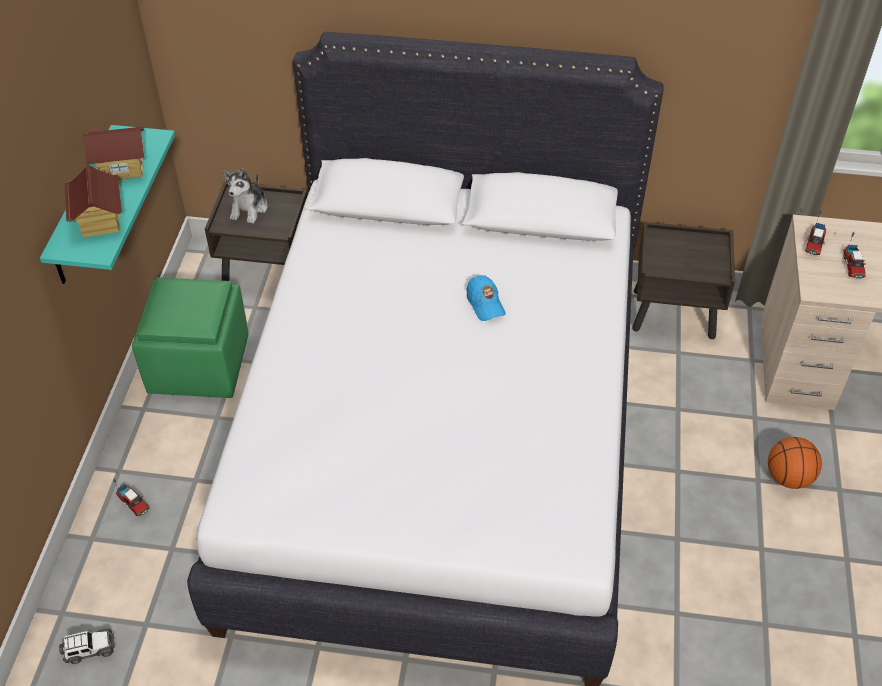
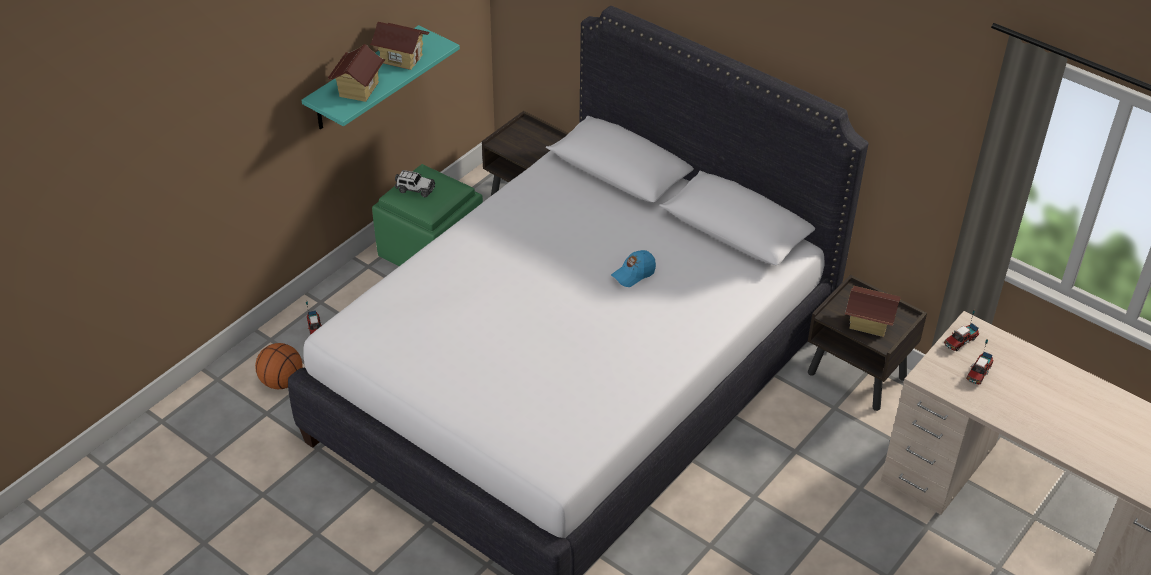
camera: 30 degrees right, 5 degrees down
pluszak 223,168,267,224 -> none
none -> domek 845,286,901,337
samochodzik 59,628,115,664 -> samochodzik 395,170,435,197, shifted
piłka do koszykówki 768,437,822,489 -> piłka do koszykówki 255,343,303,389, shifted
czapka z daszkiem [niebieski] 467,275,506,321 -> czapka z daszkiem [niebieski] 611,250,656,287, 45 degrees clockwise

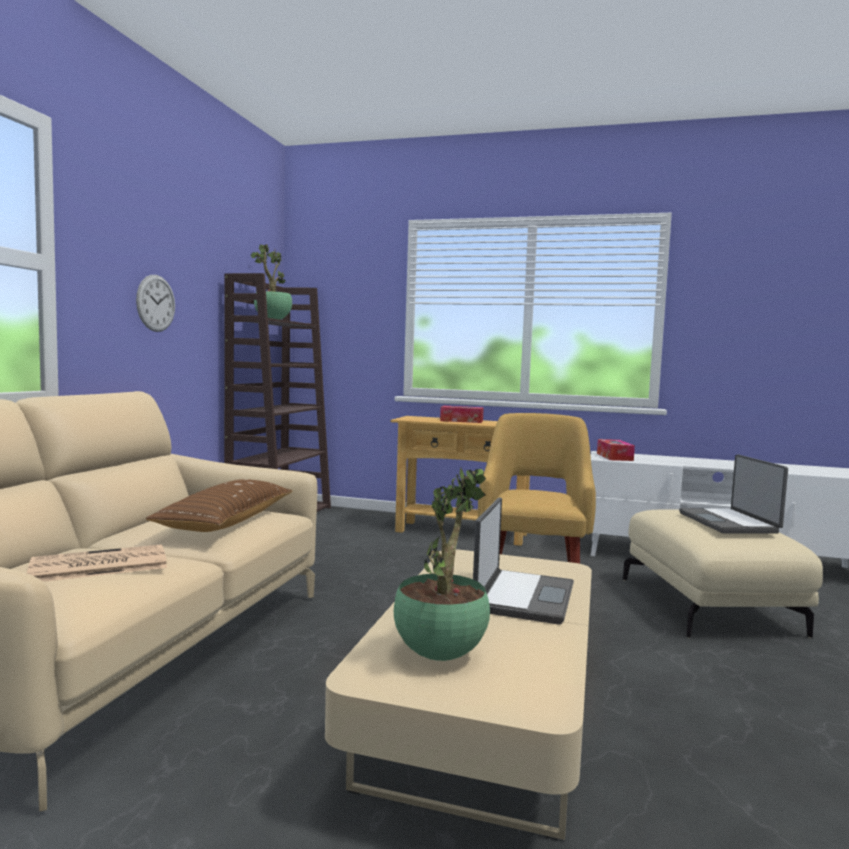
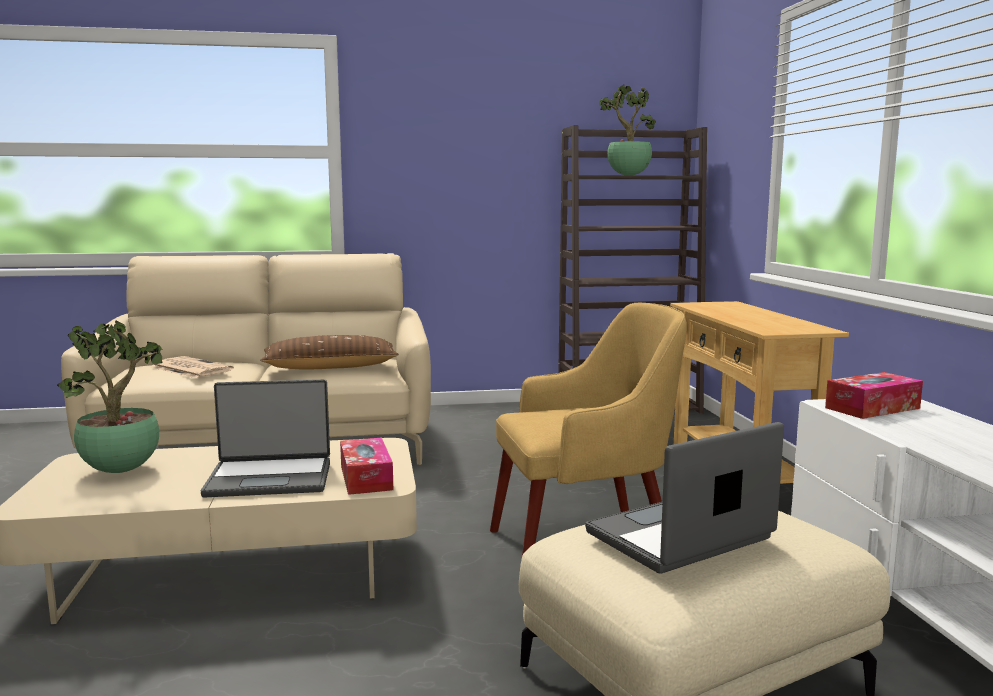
camera: 65 degrees right, 5 degrees up
zegar ścienny 136,275,175,332 -> none
pudełko chusteczek 440,406,484,423 -> pudełko chusteczek 340,438,393,495, shifted

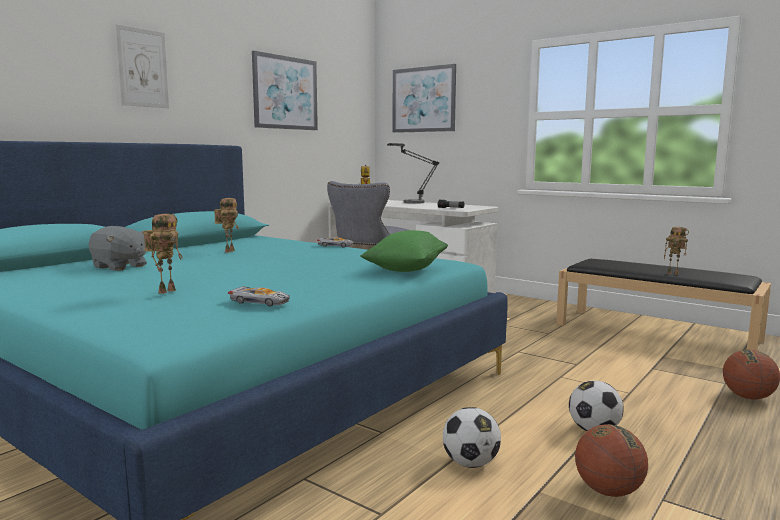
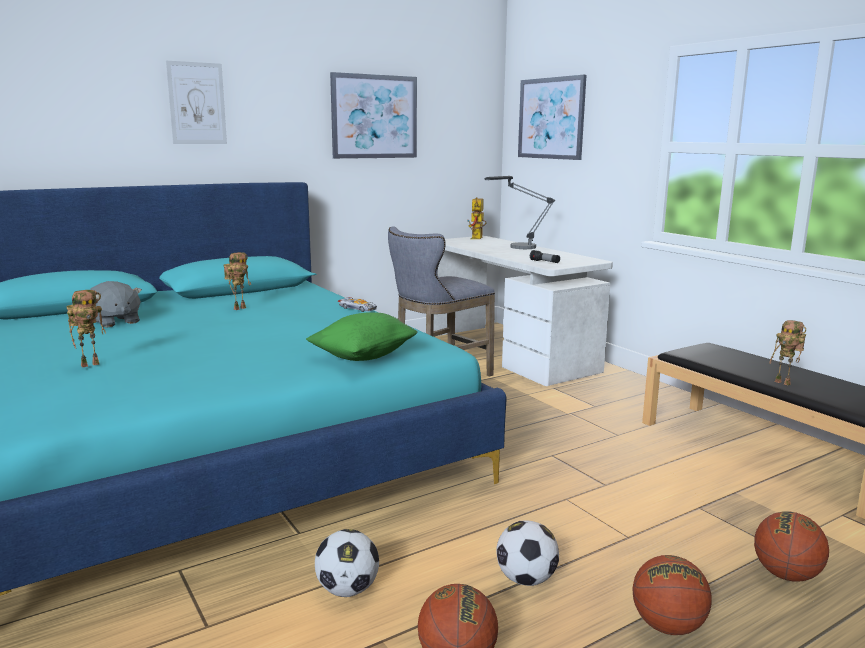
camera: 20 degrees right, 5 degrees up
samochodzik 228,286,290,306 -> none
none -> piłka do koszykówki 633,555,712,635

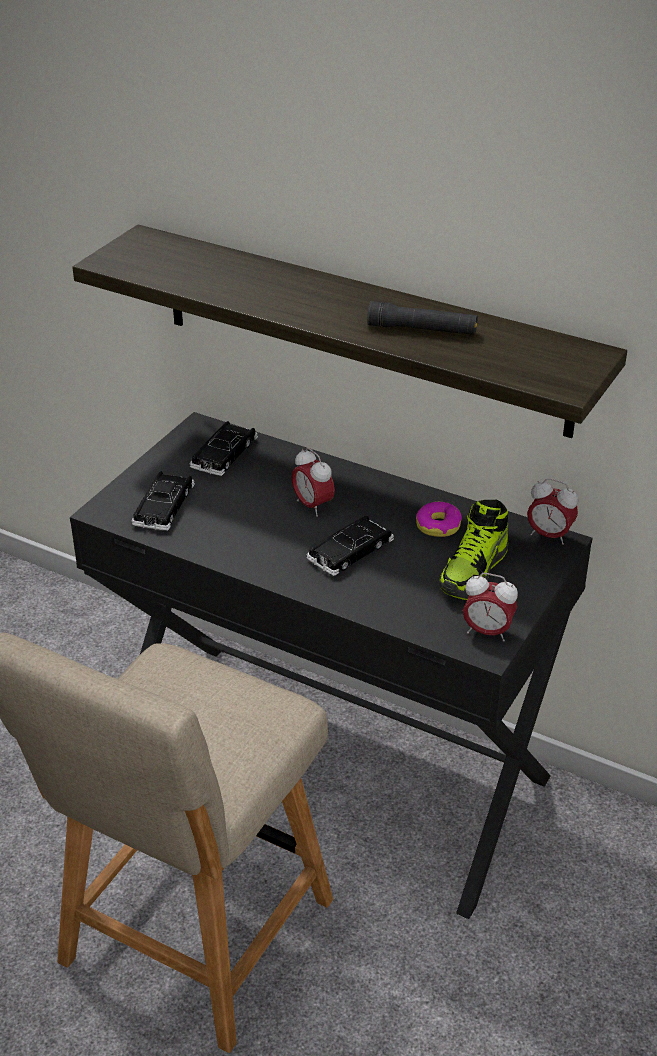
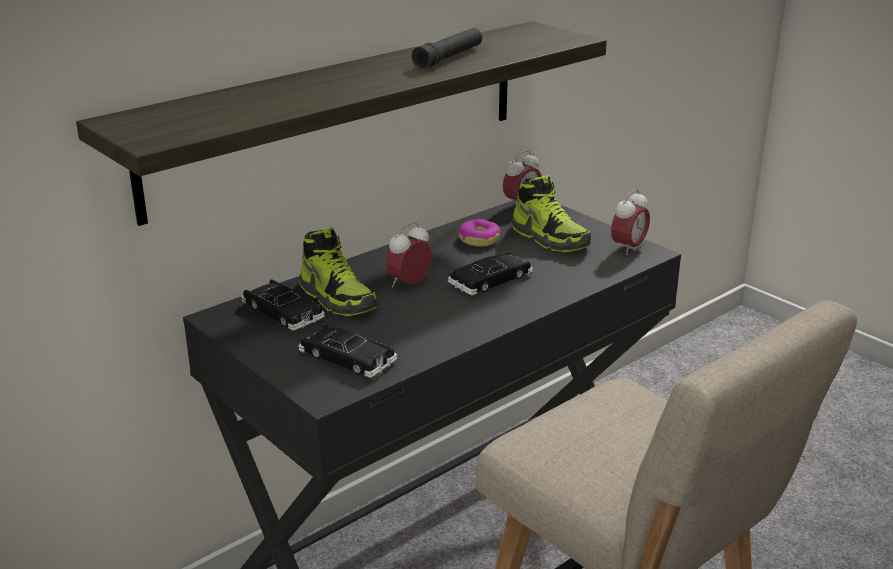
camera: 70 degrees left, 10 degrees down
none -> but 299,228,378,316
budzik 292,448,335,517 -> budzik 386,222,432,288, 150 degrees clockwise
samochodzik [czarny] 306,515,394,576 -> samochodzik [czarny] 448,251,533,296, 105 degrees counterclockwise

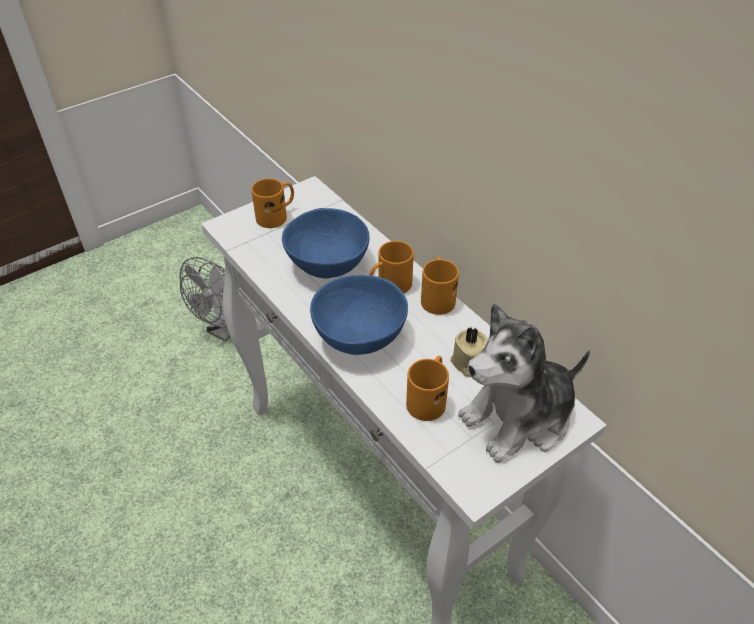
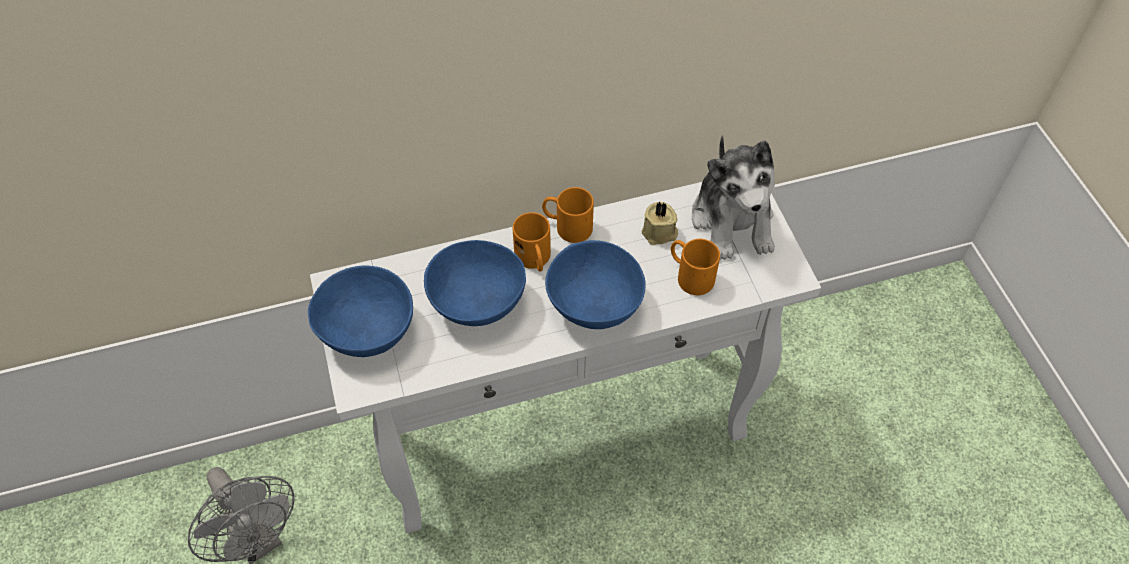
camera: 70 degrees left, 10 degrees up
kubek [pomarańczowy] 251,178,294,228 -> miska [niebieski] 308,265,413,357

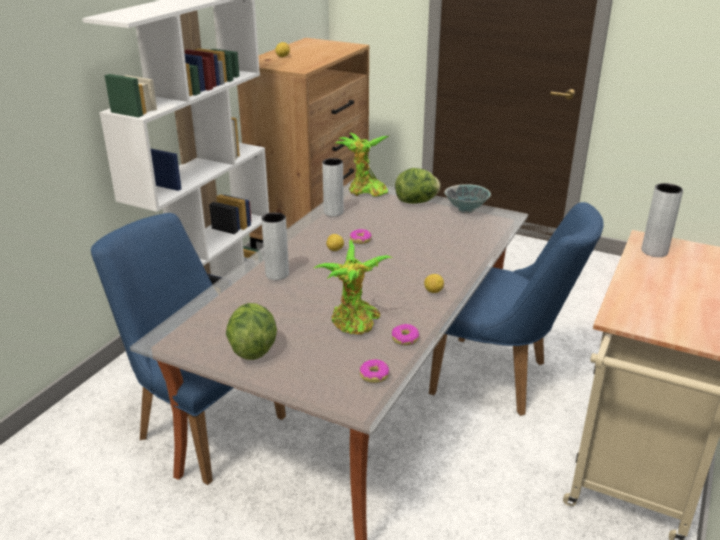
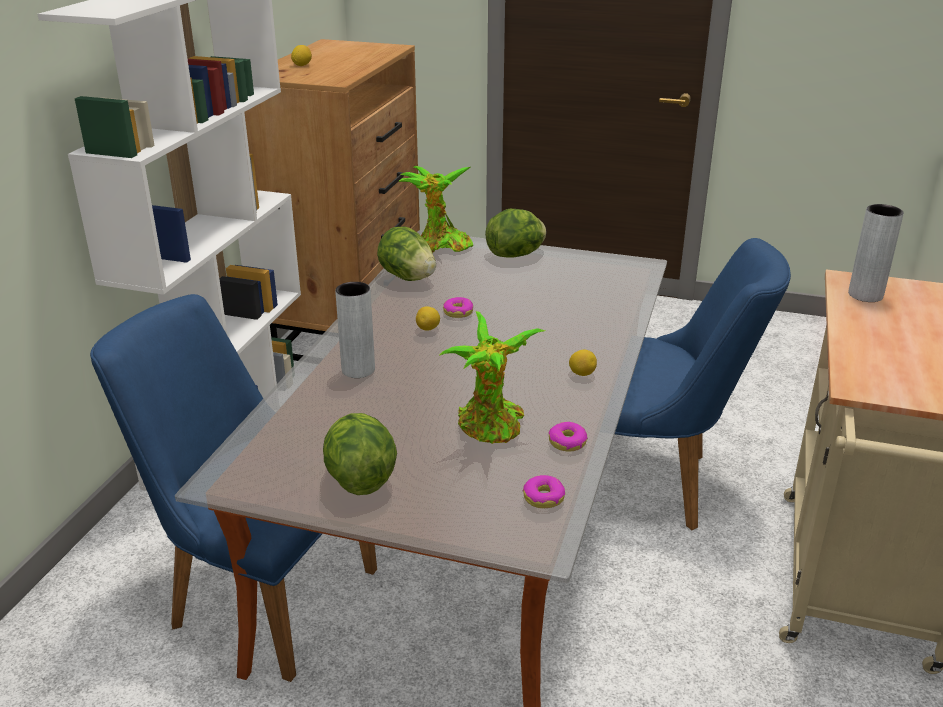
camera: 10 degrees left, 0 degrees up
miska 444,184,491,213 -> none
wazon [szary] 322,158,344,217 -> sałata 377,226,436,281

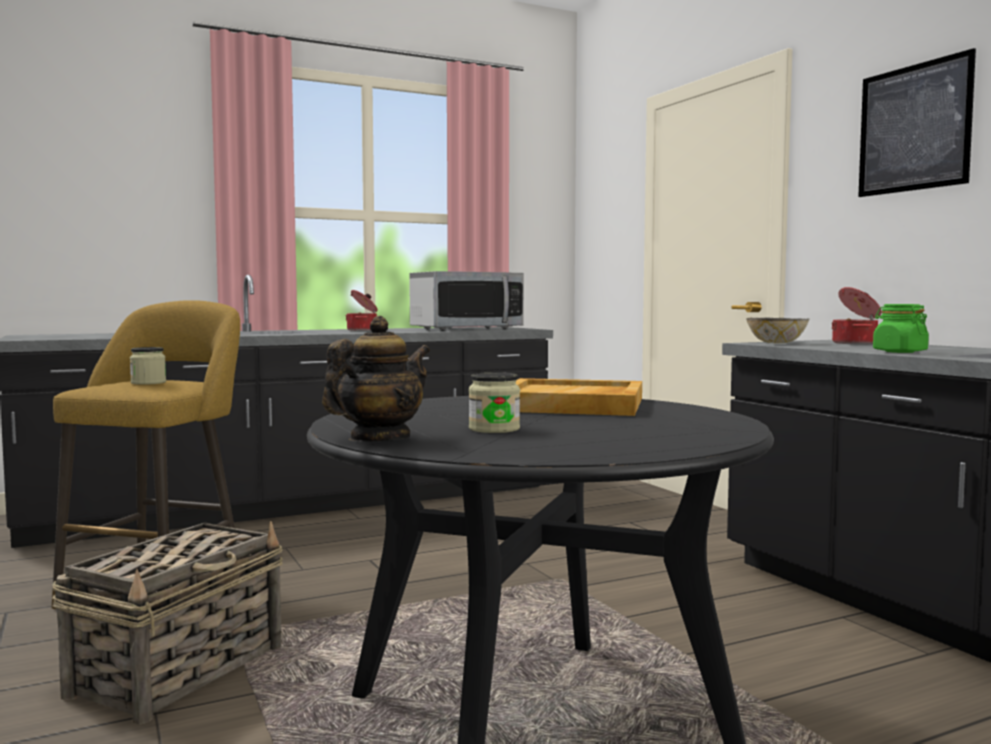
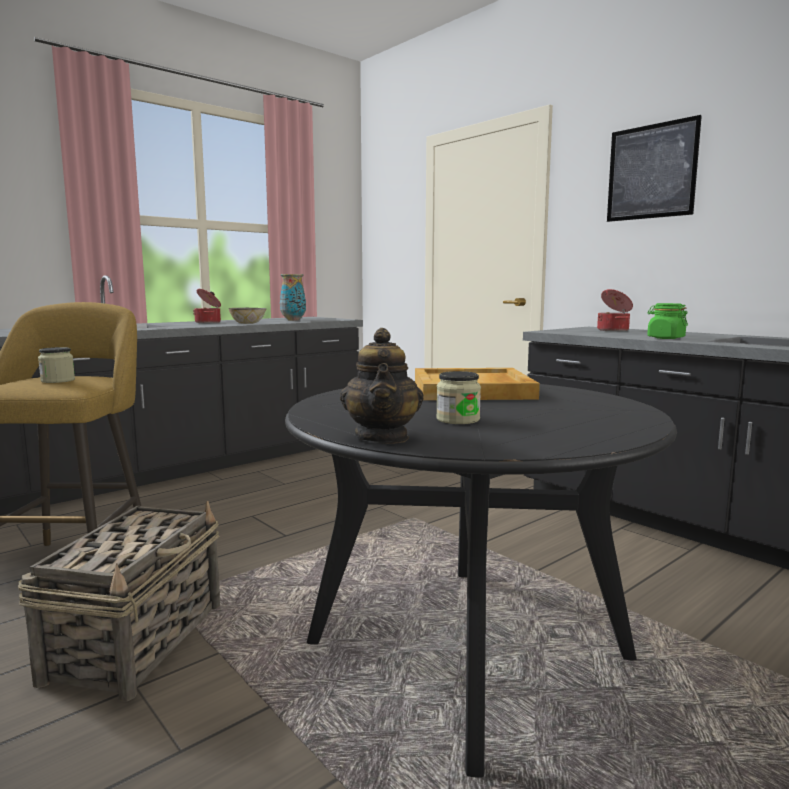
camera: 15 degrees left, 5 degrees up
miska 746,318,809,343 -> miska 229,308,267,324, shifted
mikrofalówka 409,271,524,331 -> wazon 280,274,306,321
imbryk 322,316,430,441 -> imbryk 340,328,424,444, 150 degrees clockwise

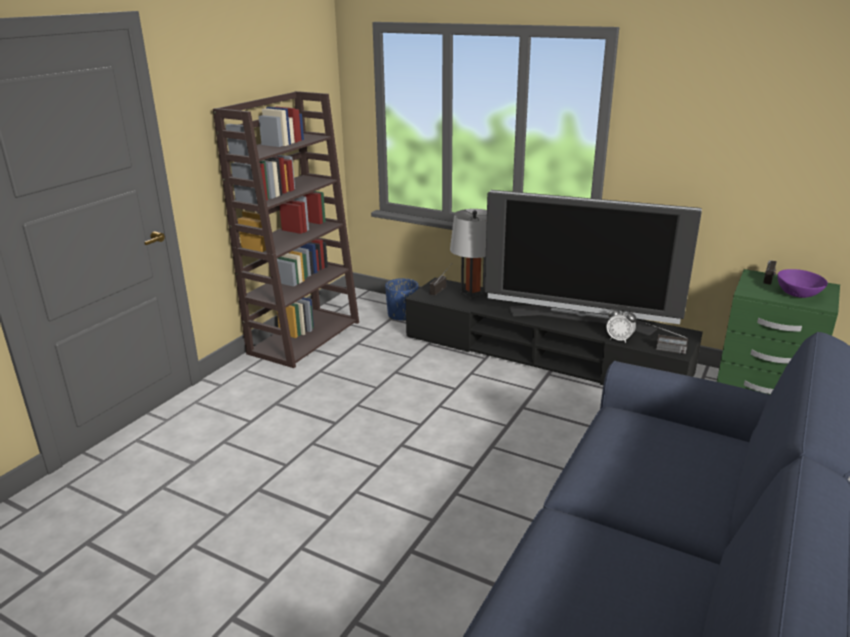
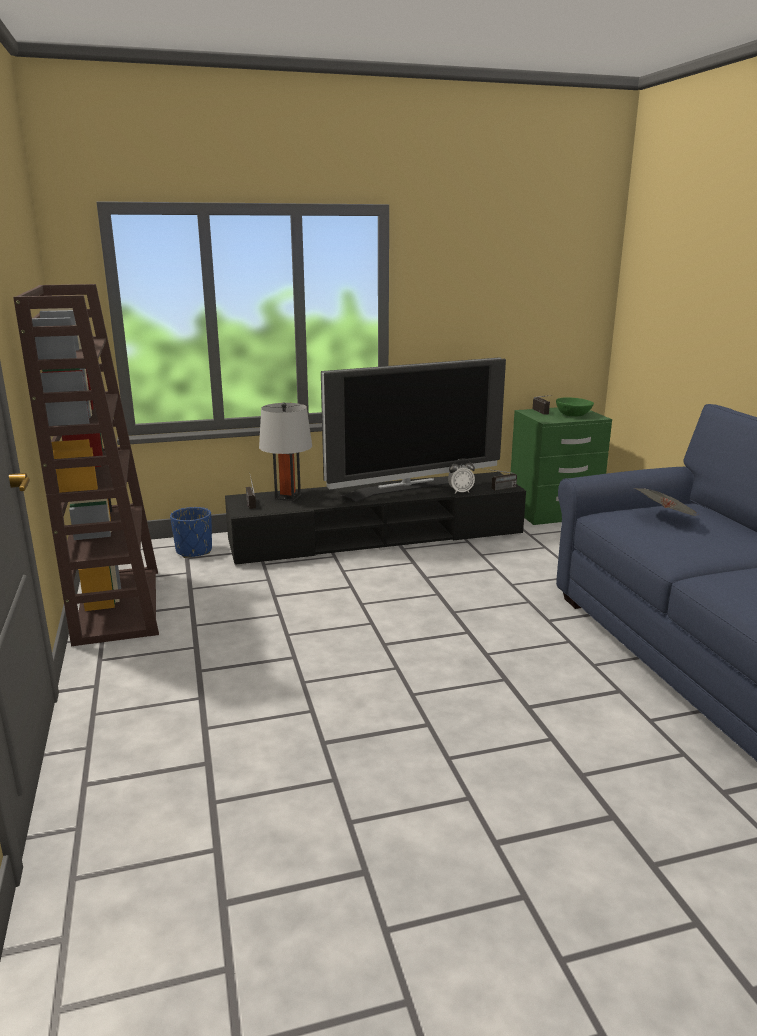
camera: 45 degrees left, 5 degrees down
none -> gazeta 634,488,698,516
miska [fioletowy] 777,269,828,298 -> miska [zielony] 556,397,594,416

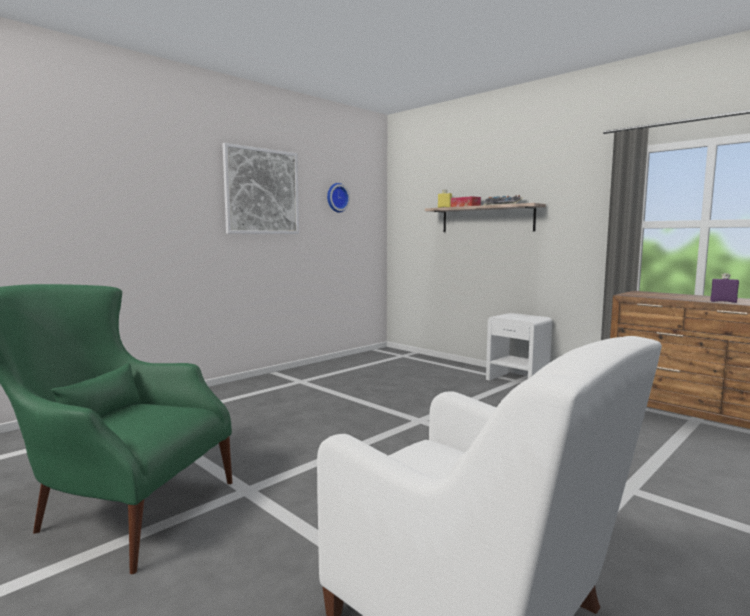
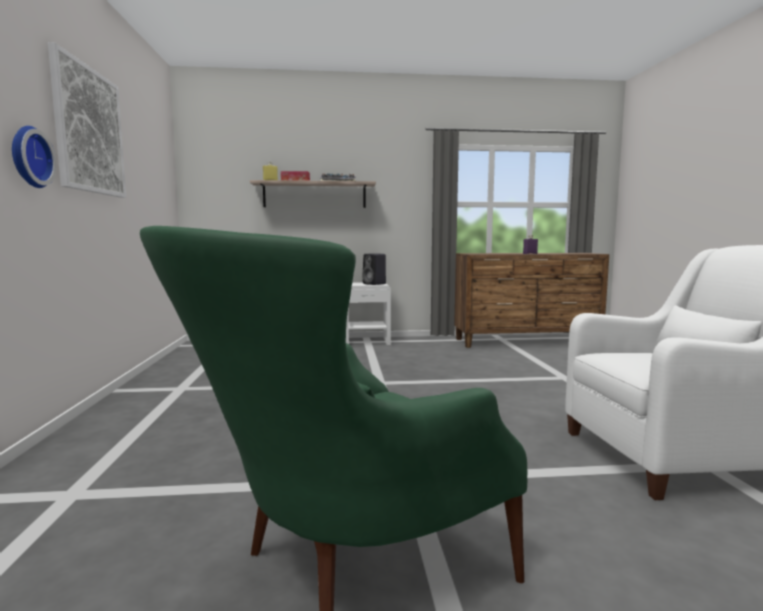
camera: 50 degrees left, 0 degrees up
none -> głośnik [czarny] 362,253,386,285
zegar ścienny 327,183,350,213 -> zegar ścienny 12,126,57,188, shifted

